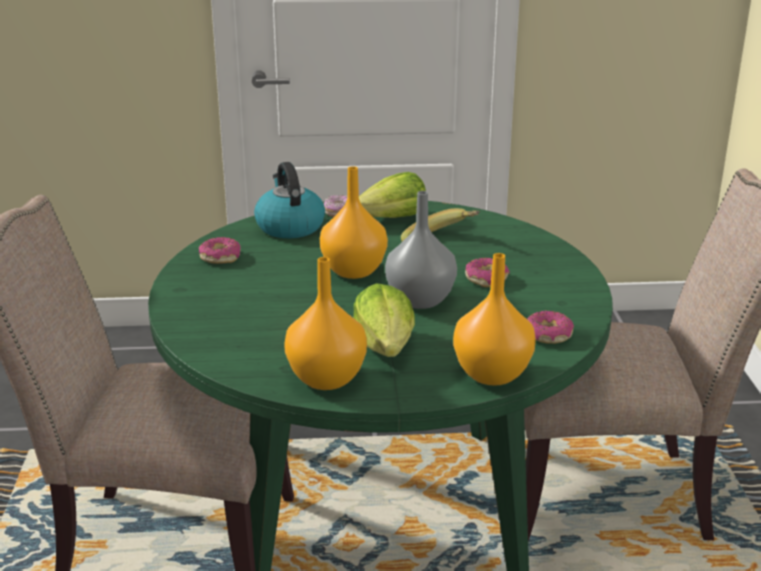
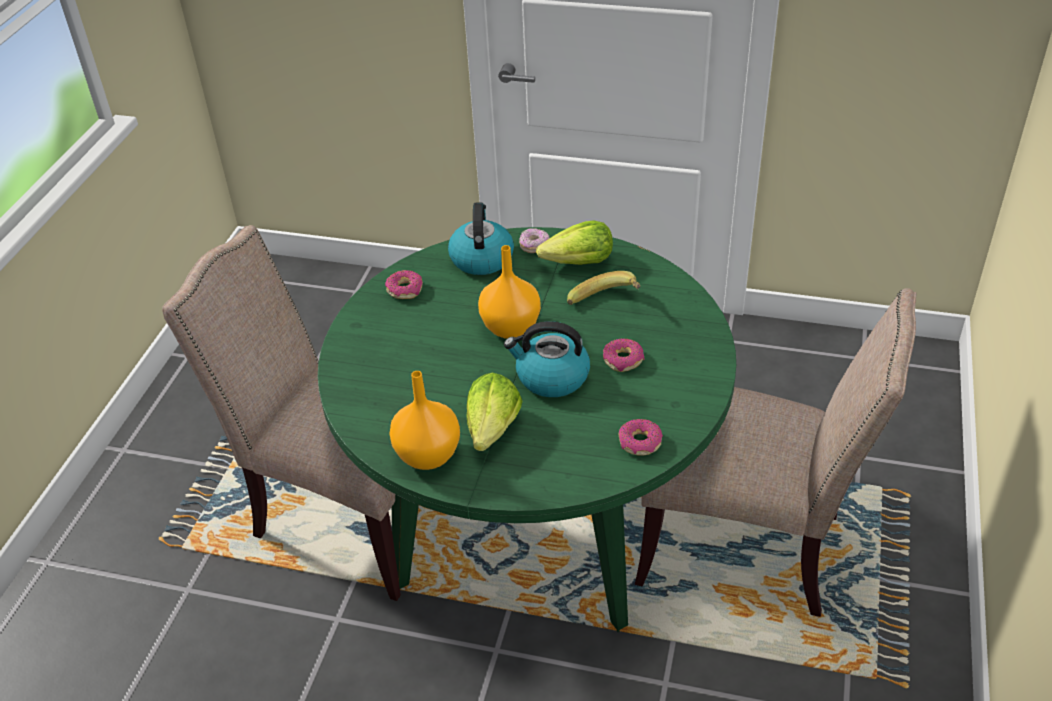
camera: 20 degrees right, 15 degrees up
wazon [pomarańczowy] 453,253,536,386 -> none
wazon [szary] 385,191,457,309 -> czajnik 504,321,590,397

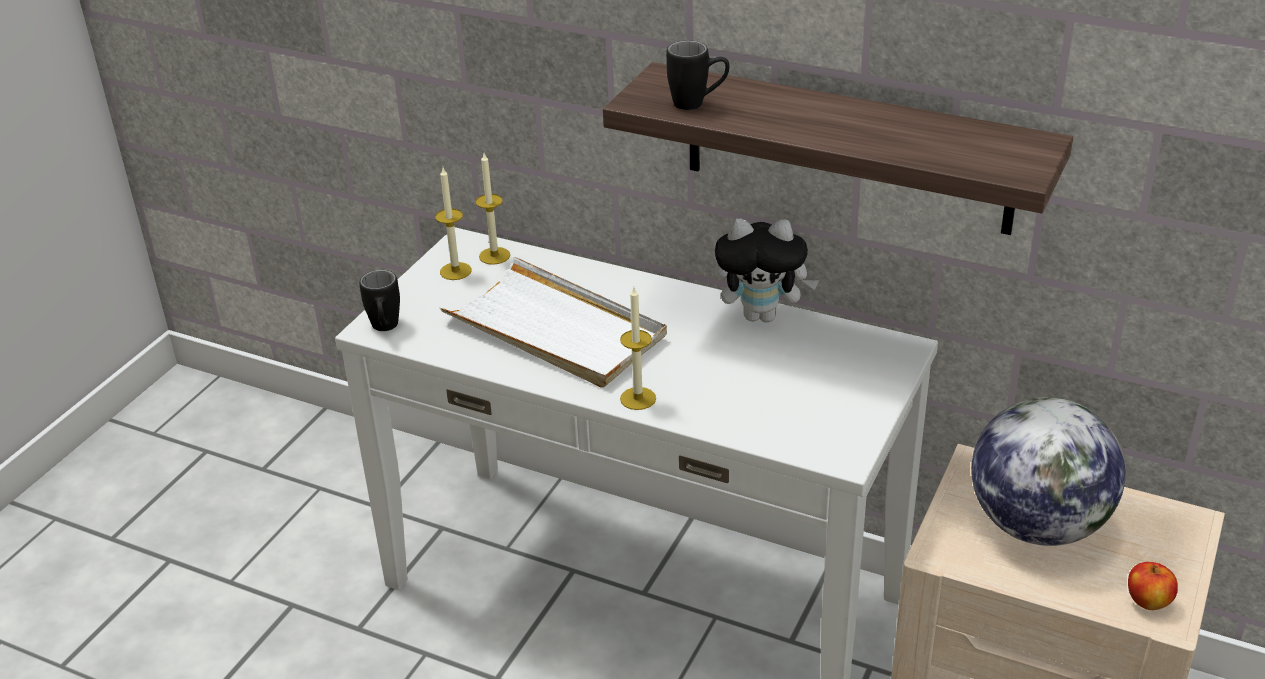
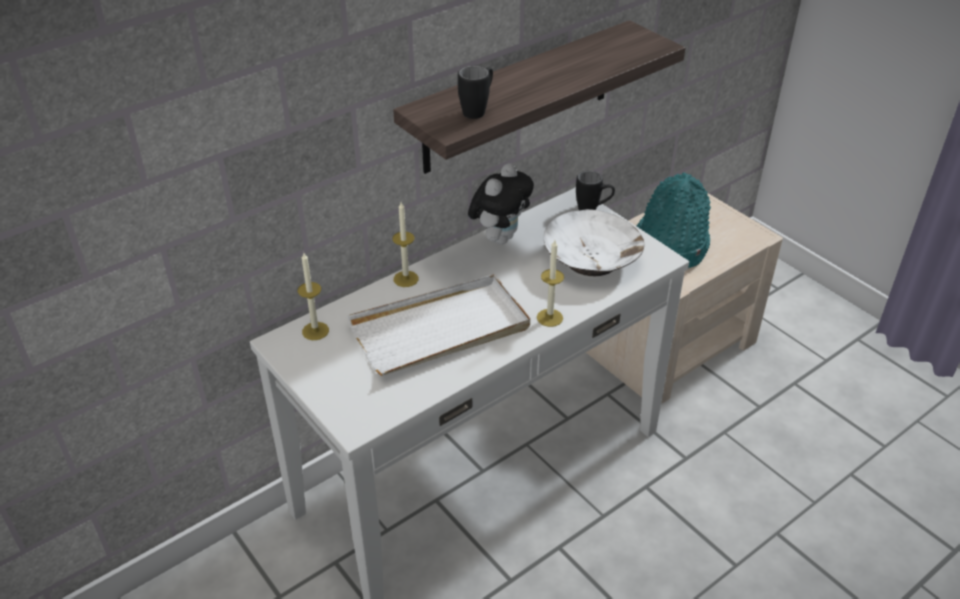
camera: 65 degrees left, 5 degrees up
jabłko 1128,562,1178,610 -> none
none -> miska [biały] 544,209,645,276
kubek [czarny] 359,270,400,331 -> kubek [czarny] 576,171,615,210, shifted
świeca 435,168,471,280 -> świeca 392,202,419,287, shifted
globus 971,397,1125,546 -> kapelusz [turkusowy] 637,172,711,268

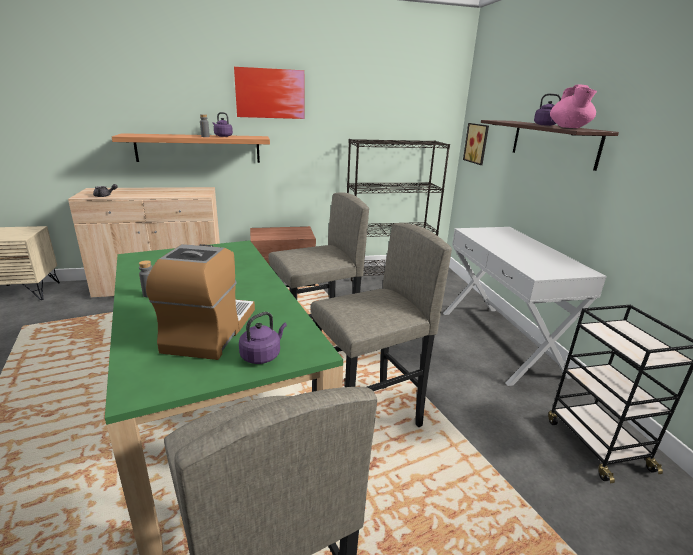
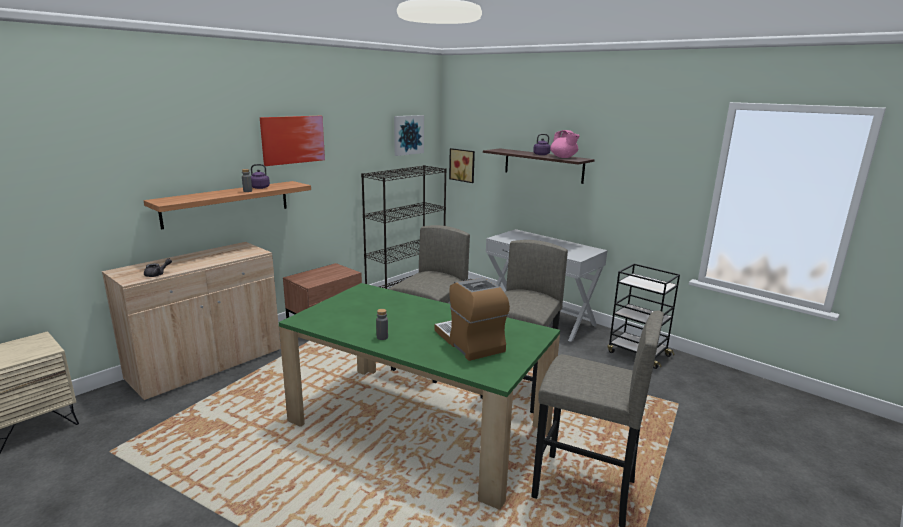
camera: 35 degrees left, 5 degrees down
czajnik [fioletowy] 239,312,287,364 -> none
none -> obraz 394,115,424,156

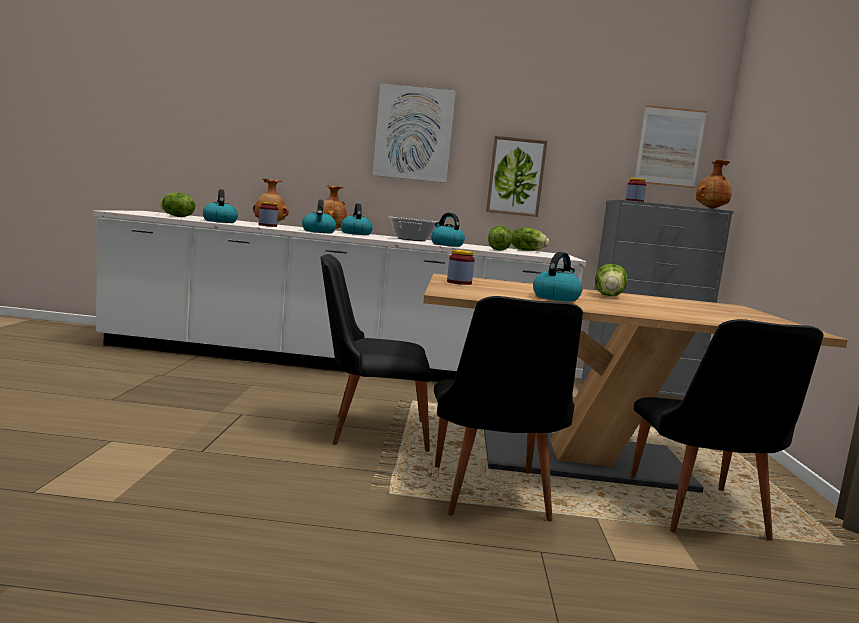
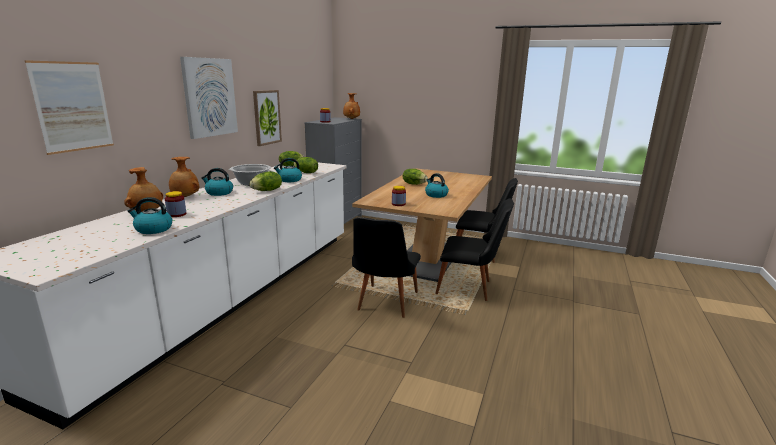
camera: 70 degrees left, 10 degrees up
czajnik 302,199,336,233 -> none
sałata 160,192,196,217 -> sałata 249,172,282,191, shifted
obraz 635,105,707,188 -> obraz 25,60,114,155, shifted

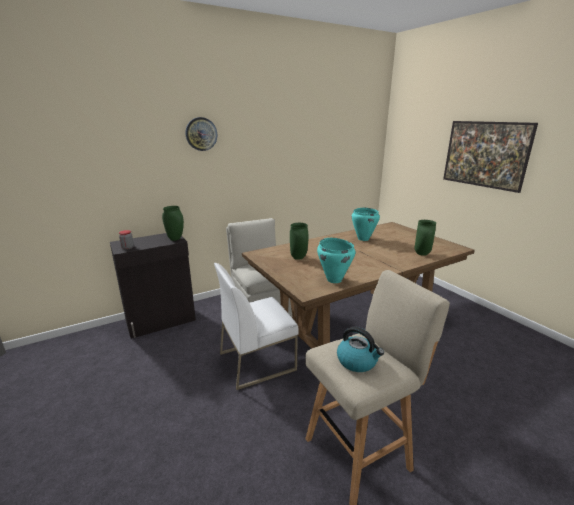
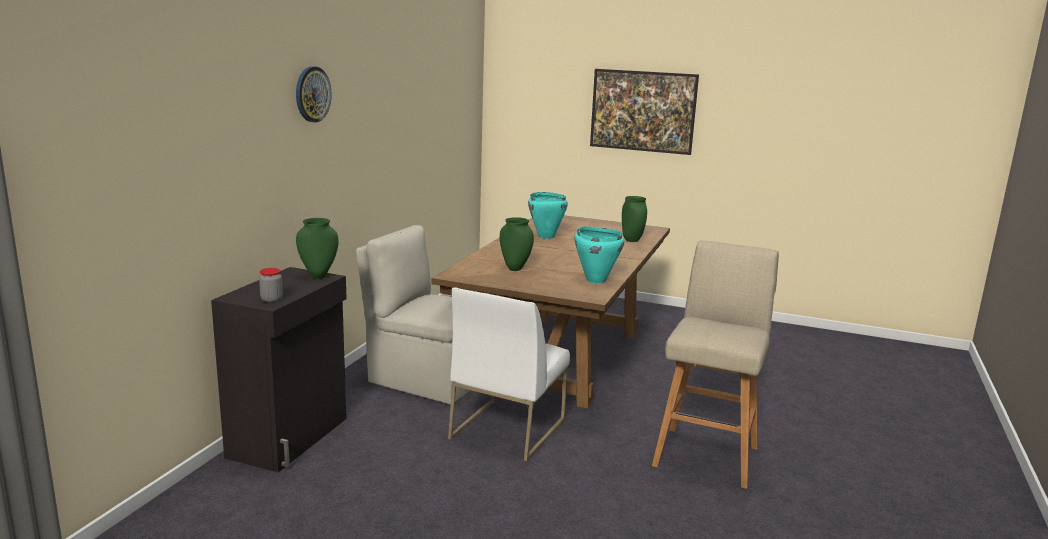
camera: 40 degrees left, 5 degrees down
czajnik 337,327,384,372 -> none

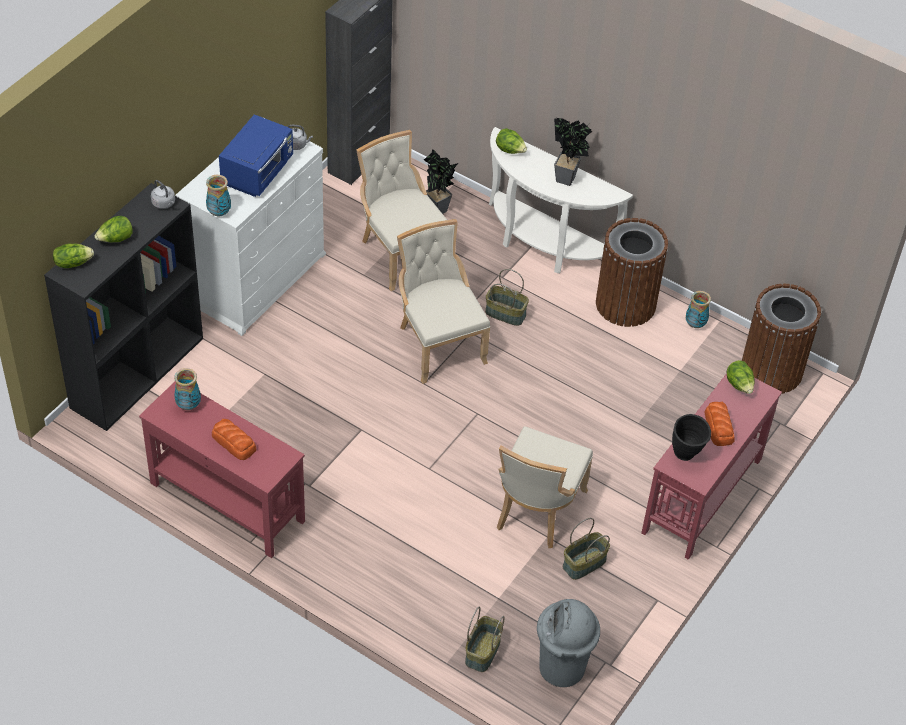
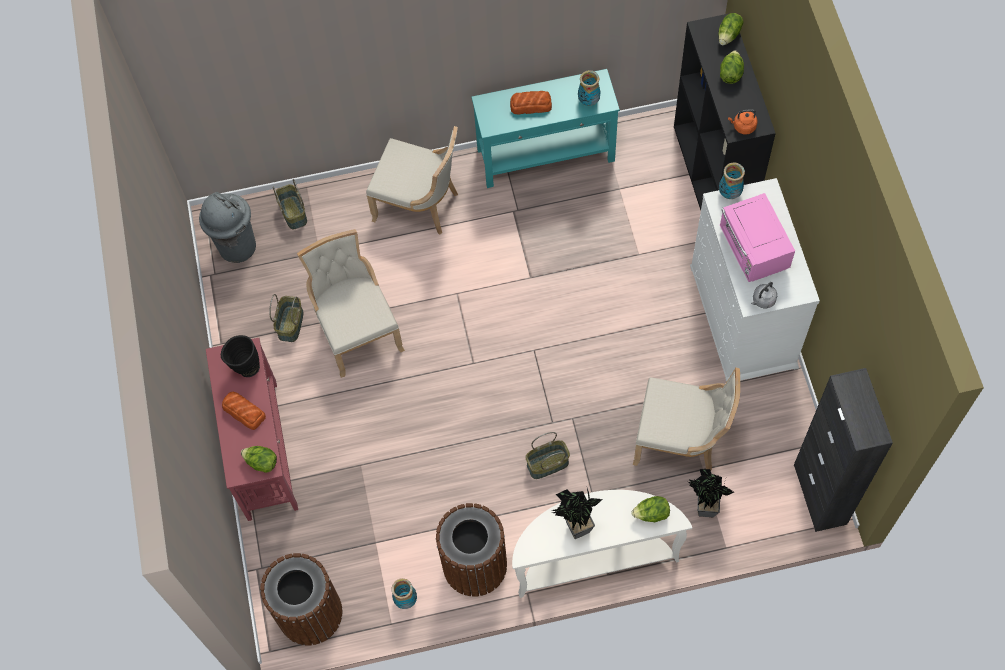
camera: 140 degrees right, 15 degrees up
krzesło [beżowy] 397,219,490,384 -> krzesło [beżowy] 366,126,458,235, shifted
stolik konsolowy [czerwony] 139,382,305,558 -> stolik konsolowy [turkusowy] 471,69,620,188
czajnik [szary] 151,180,175,209 -> czajnik [pomarańczowy] 728,109,757,135
mikrofalówka [niebieski] 219,114,293,197 -> mikrofalówka [różowy] 720,193,795,282

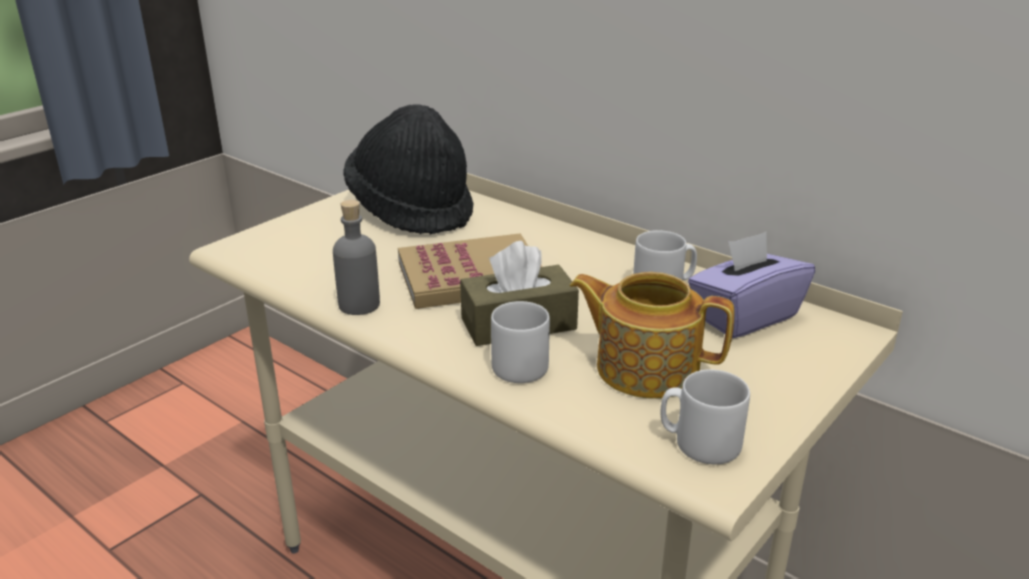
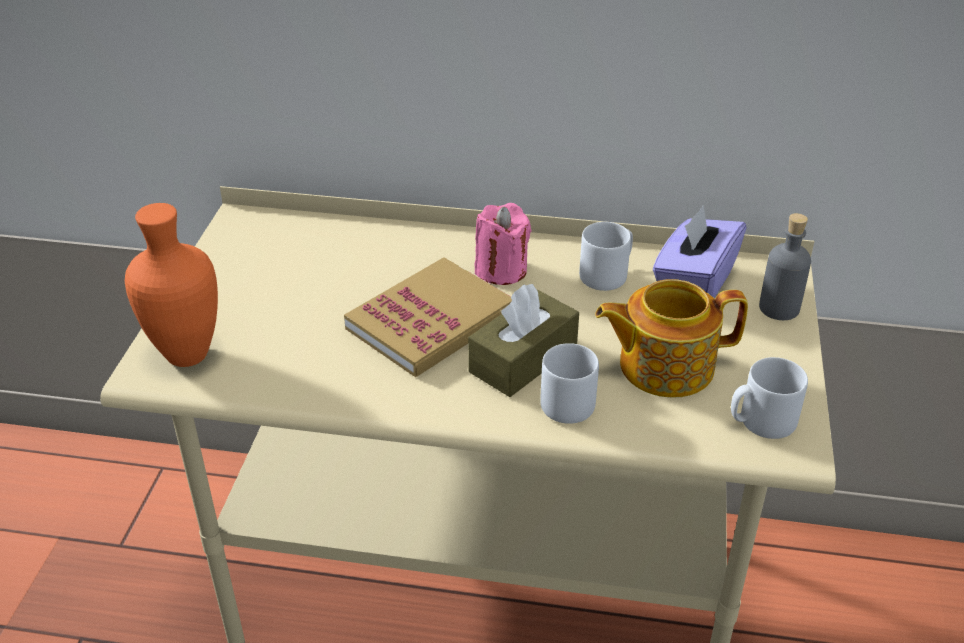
camera: 30 degrees left, 10 degrees up
kapelusz [czarny] 343,104,474,235 -> none
none -> wazon [pomarańczowy] 125,203,218,367
none -> świeca [różowy] 475,203,531,285
butelka [szary] 333,200,380,315 -> butelka [szary] 759,213,811,320, shifted

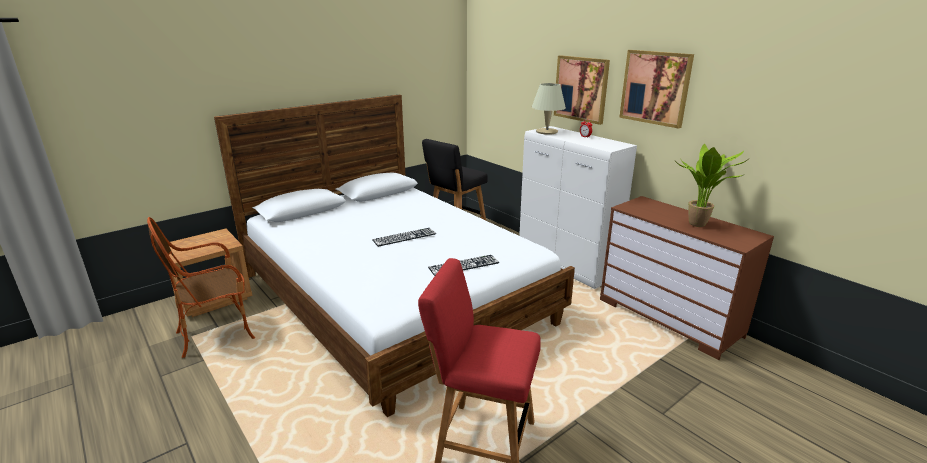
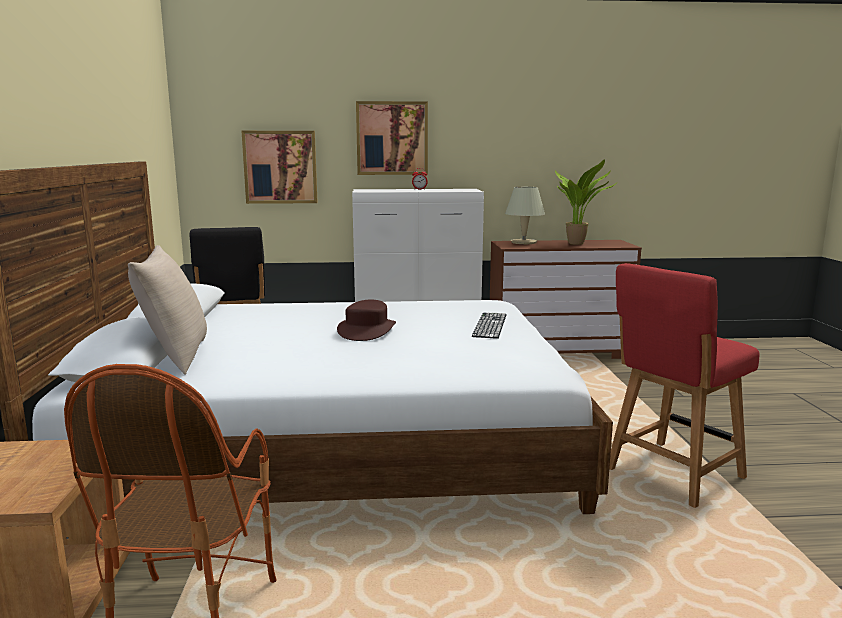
camera: 55 degrees left, 10 degrees down
none -> poduszka [beżowy] 128,245,207,375
lampa stołowa [beżowy] 532,83,566,135 -> lampa stołowa [beżowy] 505,187,545,244, shifted
obraz 619,50,694,129 -> obraz 242,131,318,204, shifted
klawiatura 372,228,436,247 -> kapelusz [brązowy] 337,300,396,341

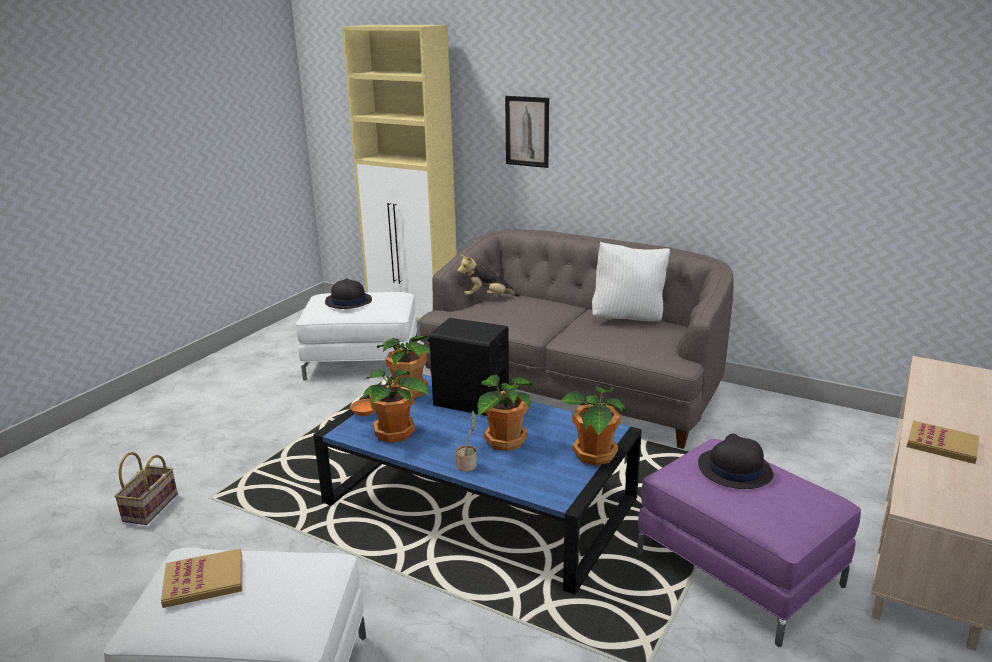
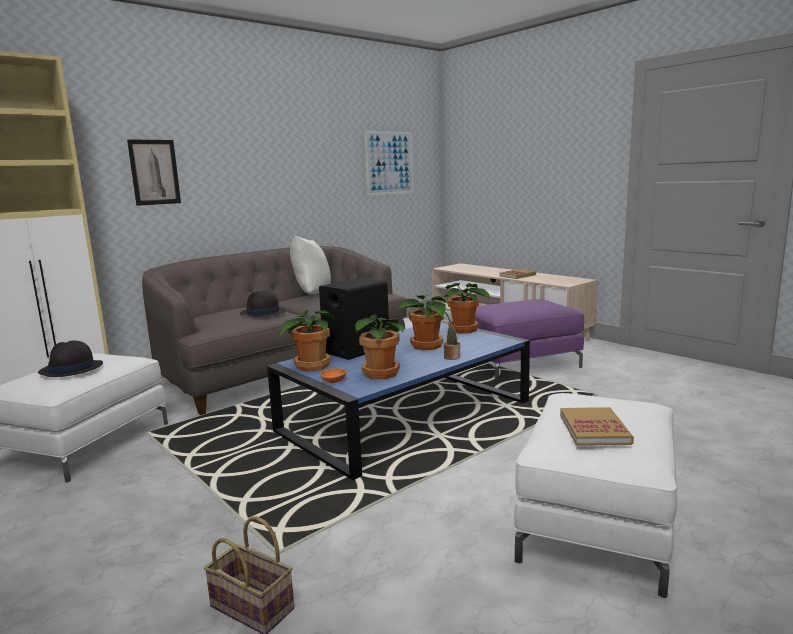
camera: 70 degrees left, 10 degrees down
pluszak 457,255,520,297 -> none
none -> obraz 364,131,413,195
kapelusz [czarny] 698,434,774,489 -> kapelusz [czarny] 240,290,286,317, shifted

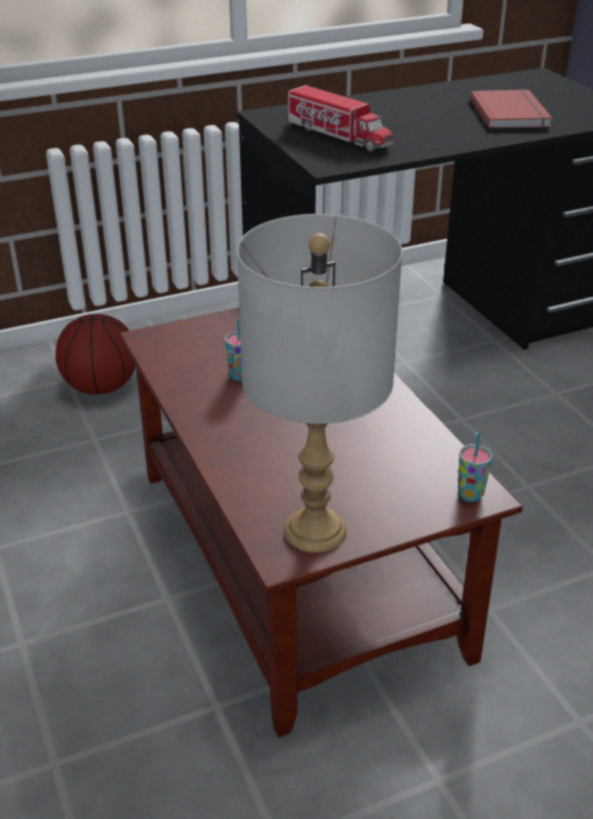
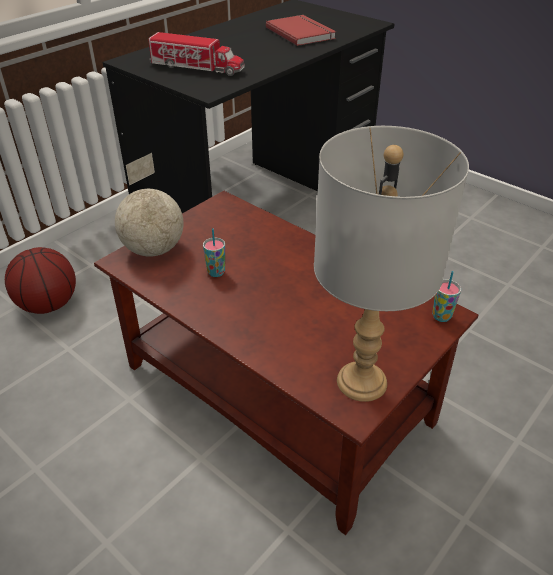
camera: 25 degrees left, 5 degrees up
none -> globus 115,153,184,257

